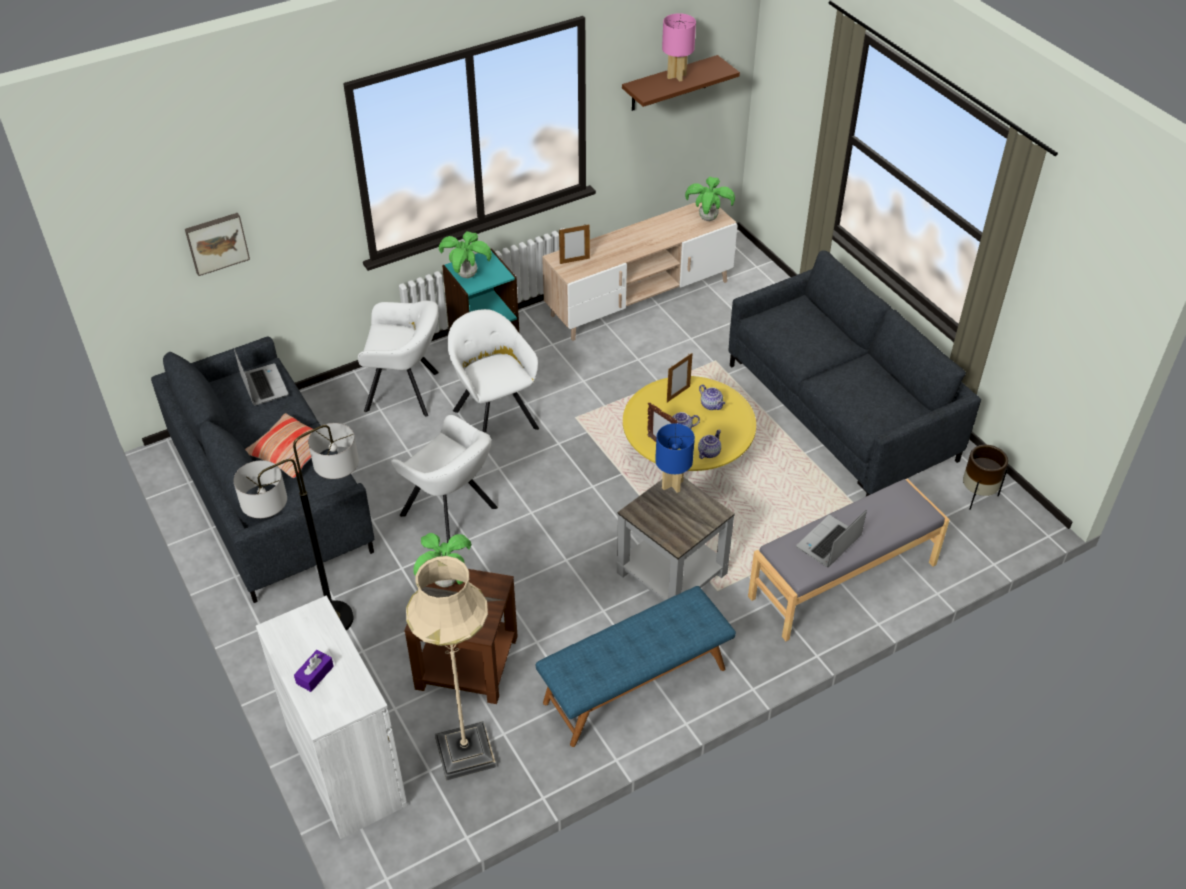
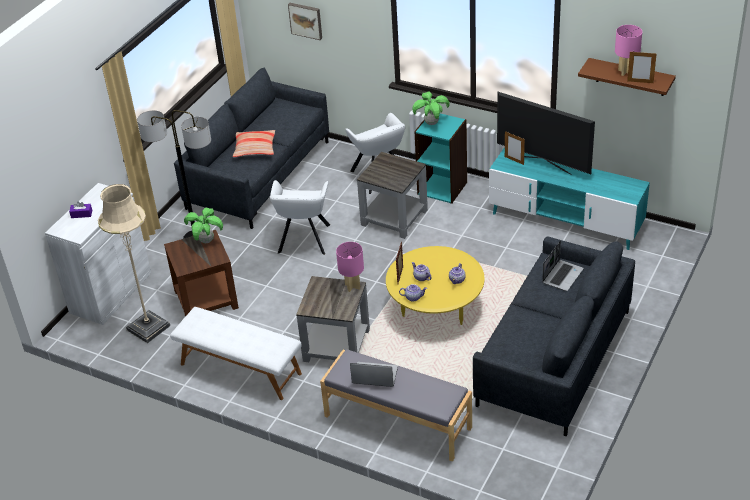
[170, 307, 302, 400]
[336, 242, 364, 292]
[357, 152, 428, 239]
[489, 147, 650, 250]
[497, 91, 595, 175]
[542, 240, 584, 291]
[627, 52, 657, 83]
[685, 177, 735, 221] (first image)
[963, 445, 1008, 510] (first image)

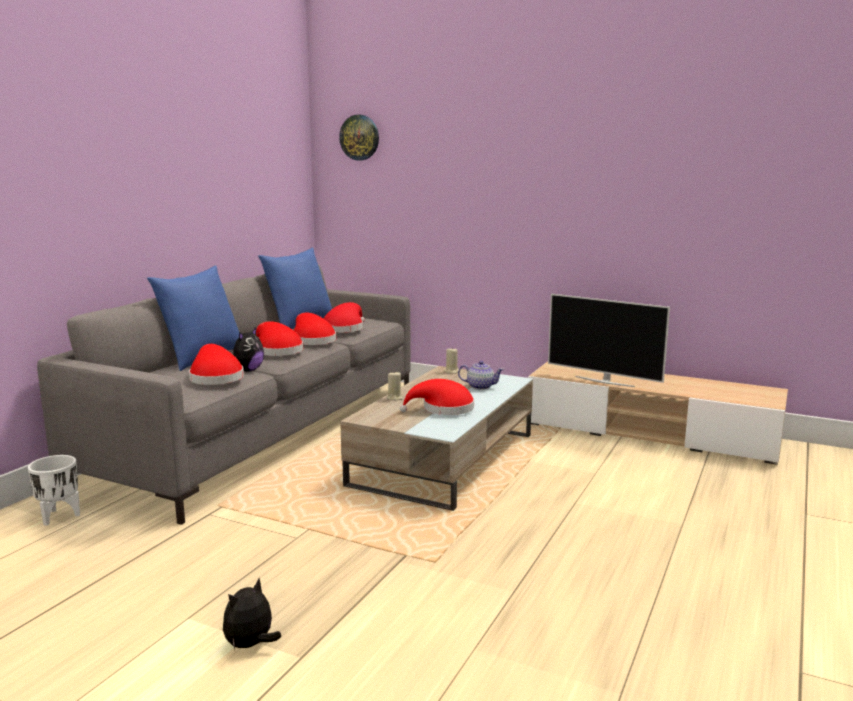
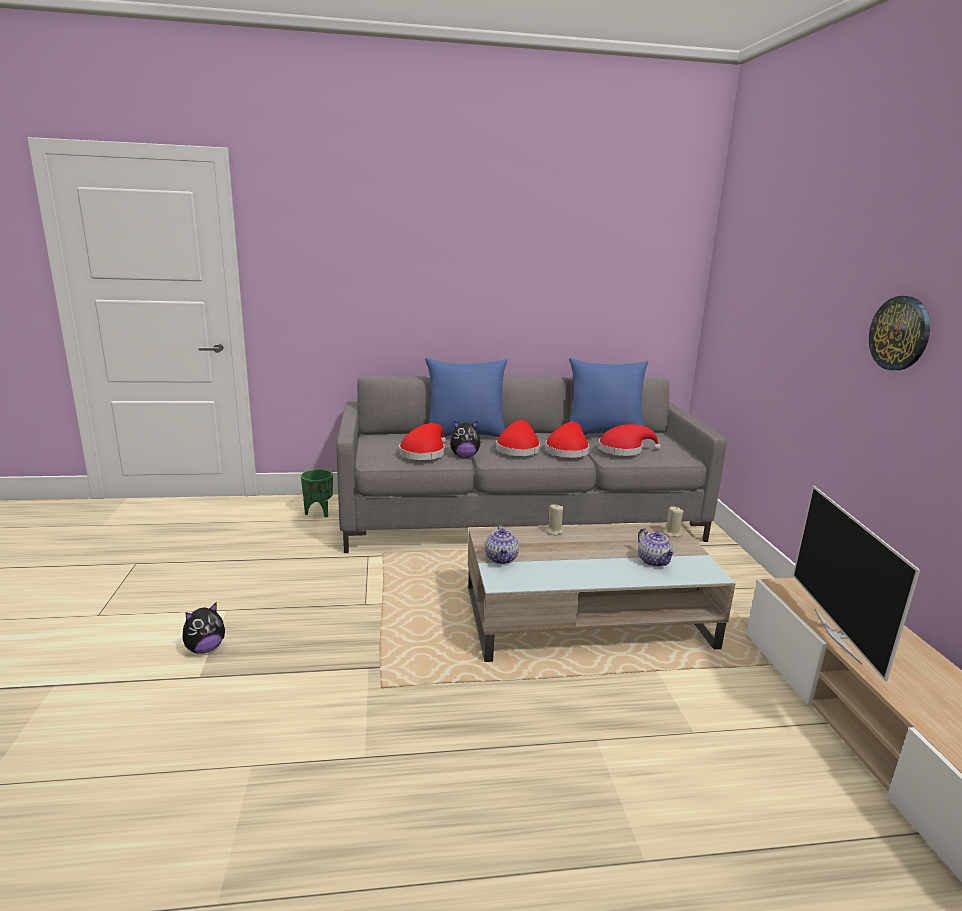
[183, 602, 225, 653]
[301, 469, 333, 518]
[485, 525, 519, 564]
[869, 296, 930, 370]
[400, 379, 474, 415] (first image)

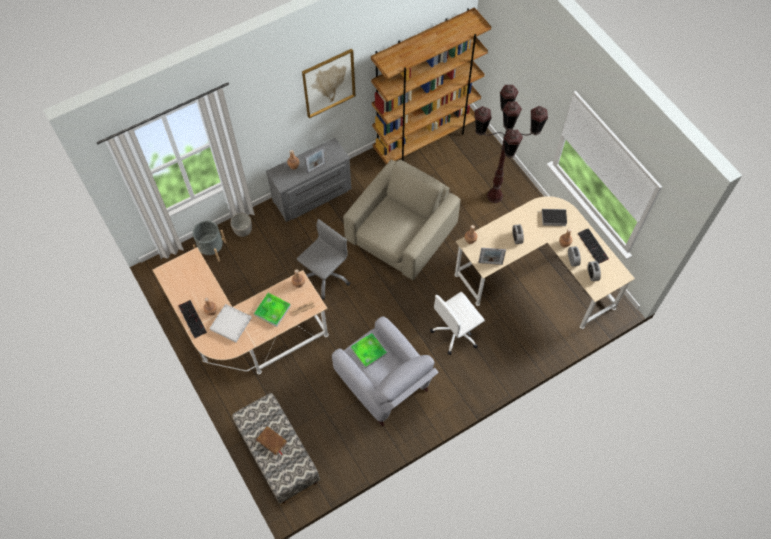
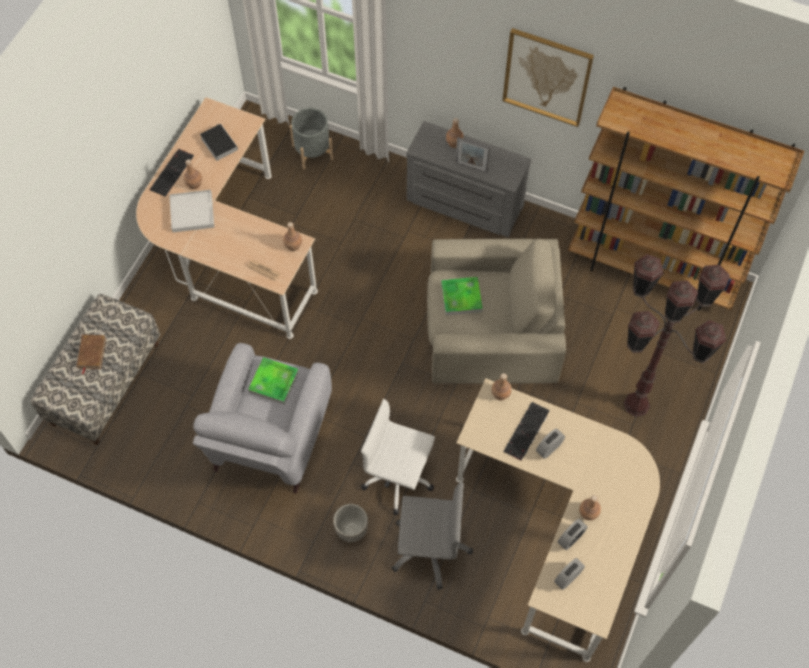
[200, 124, 238, 161]
[333, 504, 368, 542]
[392, 482, 473, 590]
[441, 277, 483, 315]
[503, 402, 550, 461]
[479, 248, 506, 265] (first image)

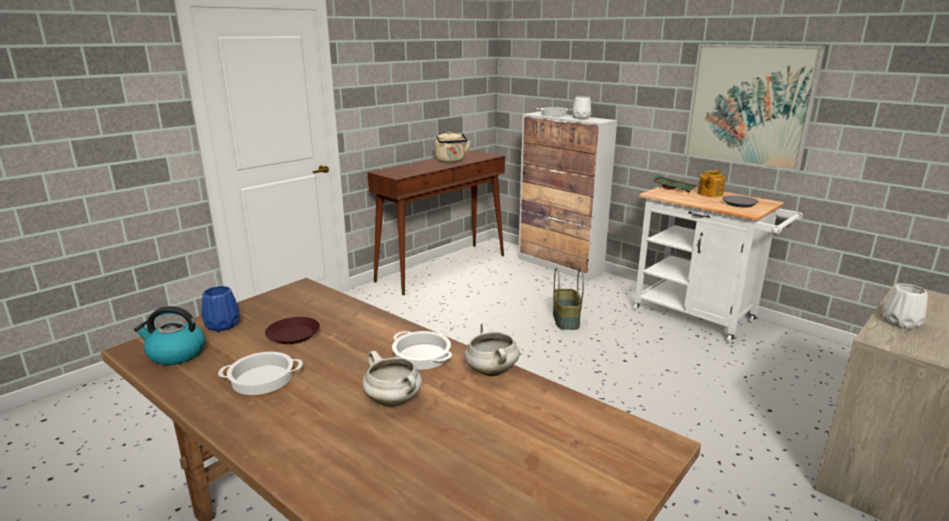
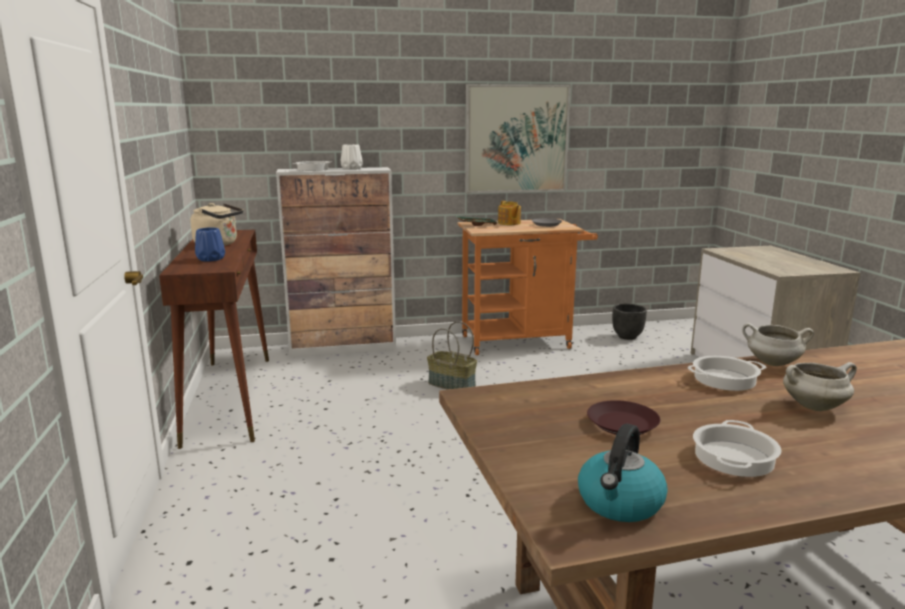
[195, 227, 225, 262]
[458, 219, 598, 355]
[612, 304, 647, 340]
[882, 284, 928, 329] (first image)

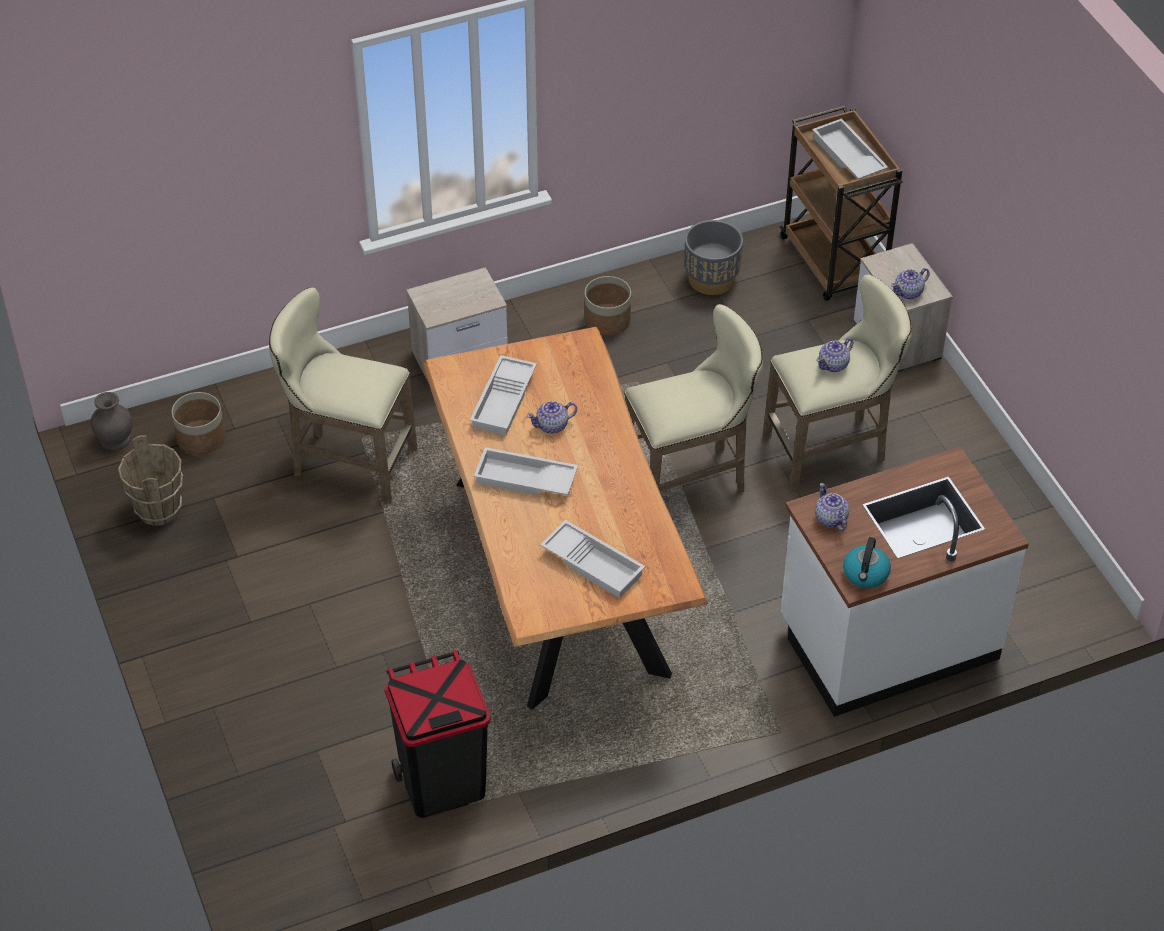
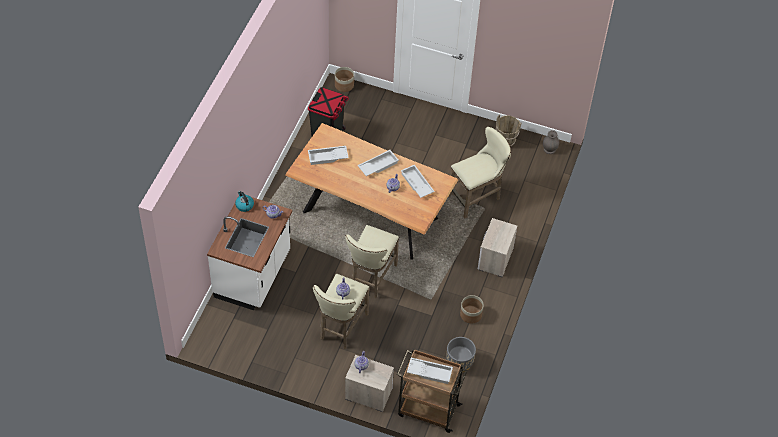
[335, 67, 354, 92]

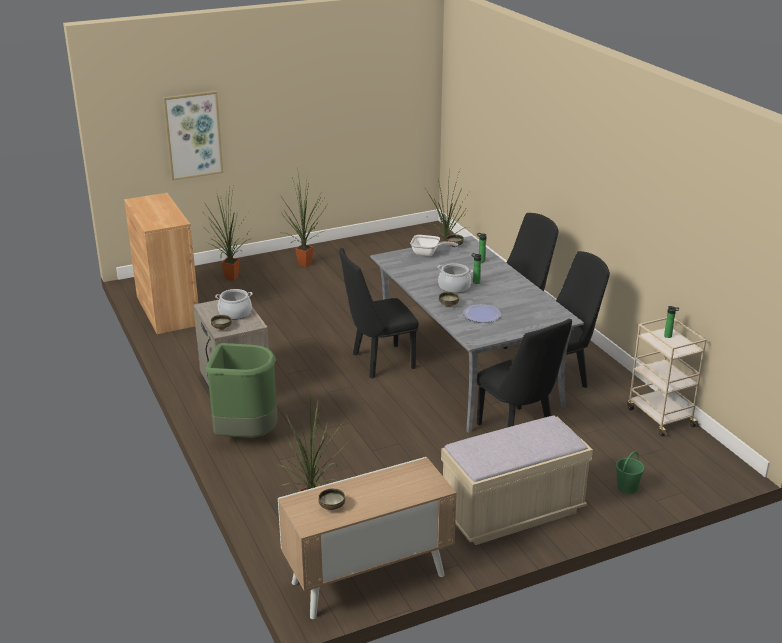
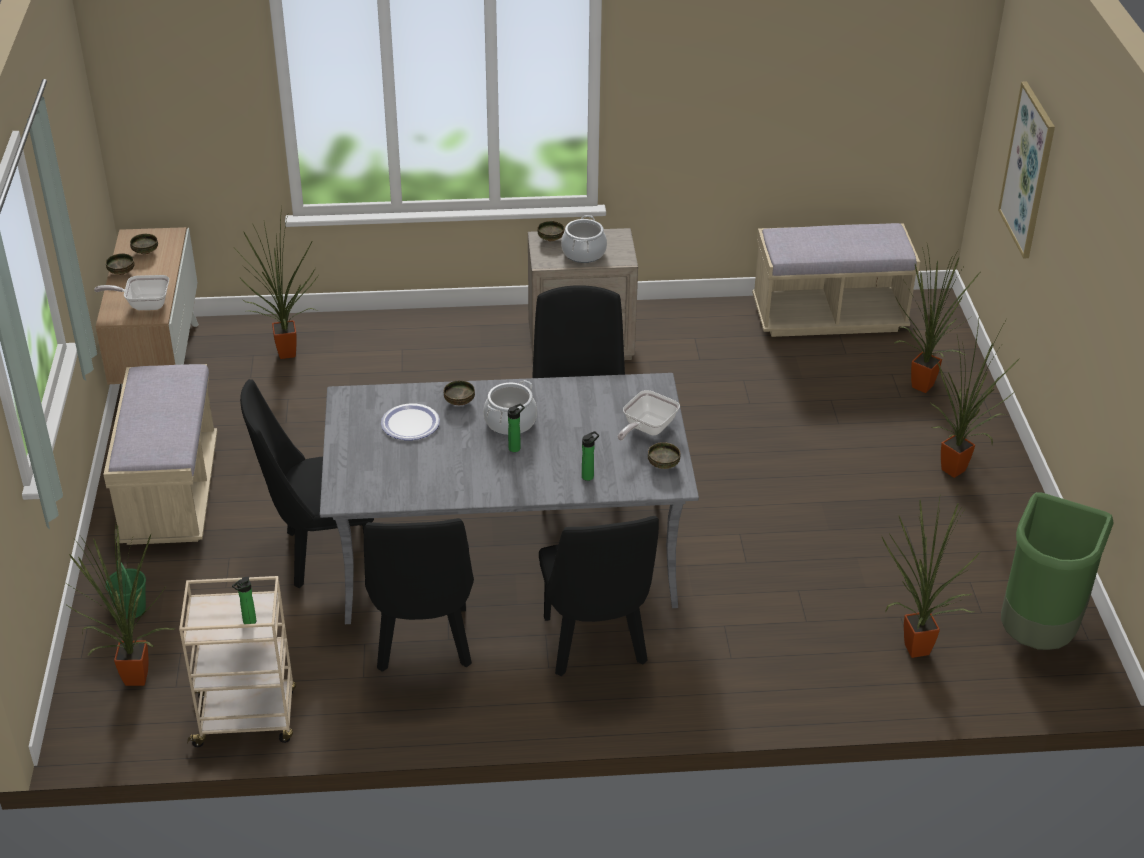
[67, 521, 176, 686]
[94, 275, 169, 310]
[106, 254, 134, 275]
[752, 223, 920, 337]
[1001, 492, 1114, 650]

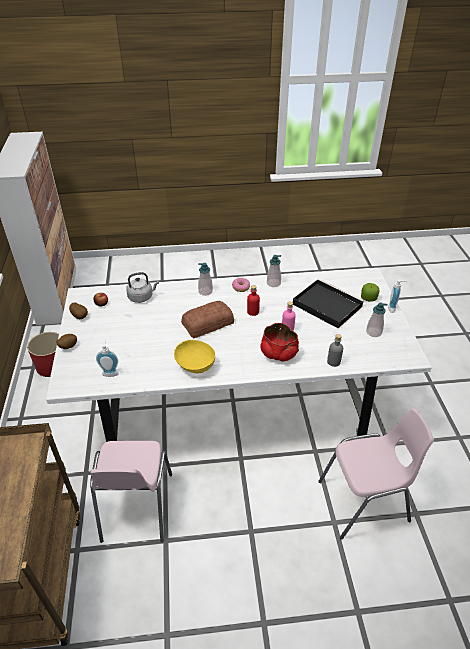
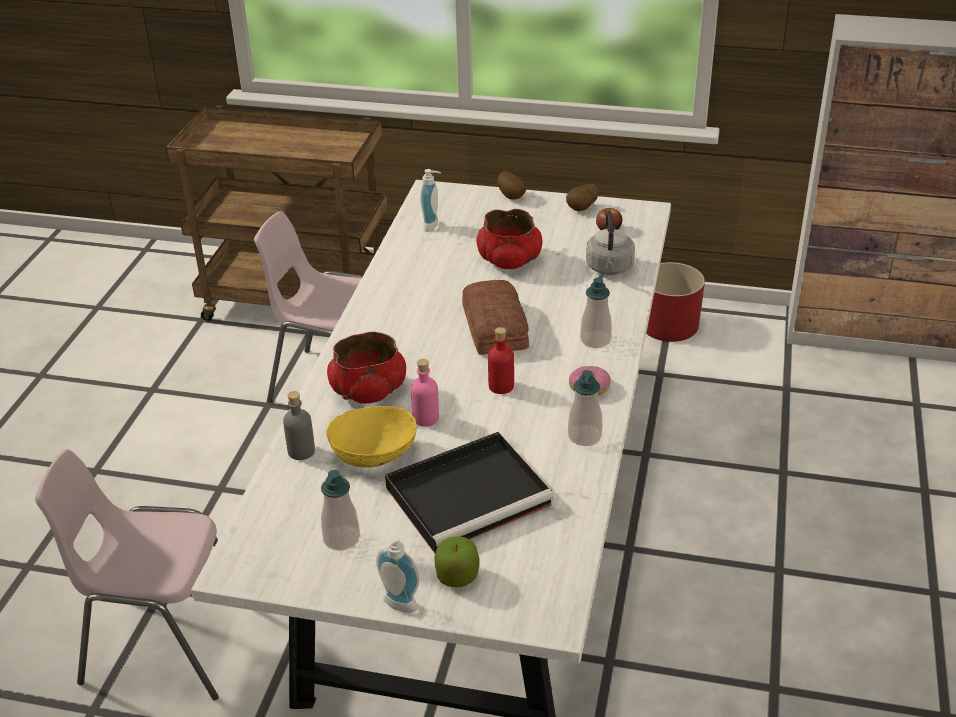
[35, 449, 219, 701]
[326, 406, 417, 467]
[477, 209, 542, 269]

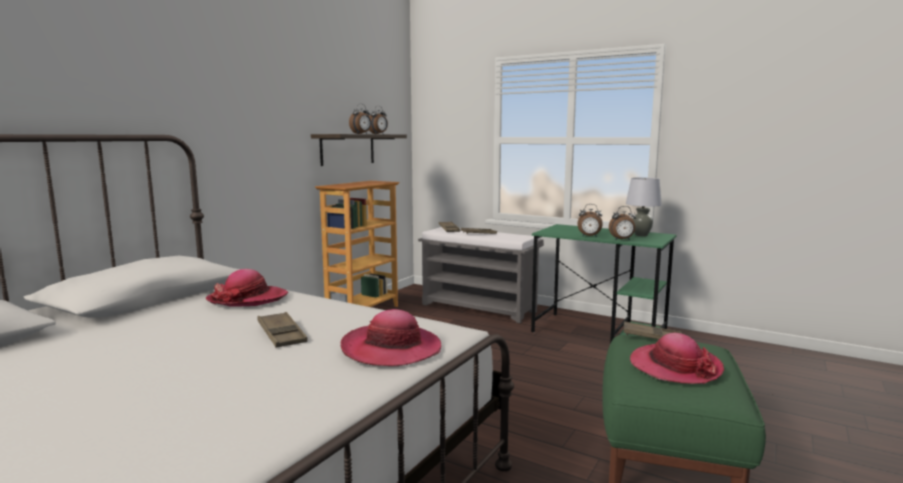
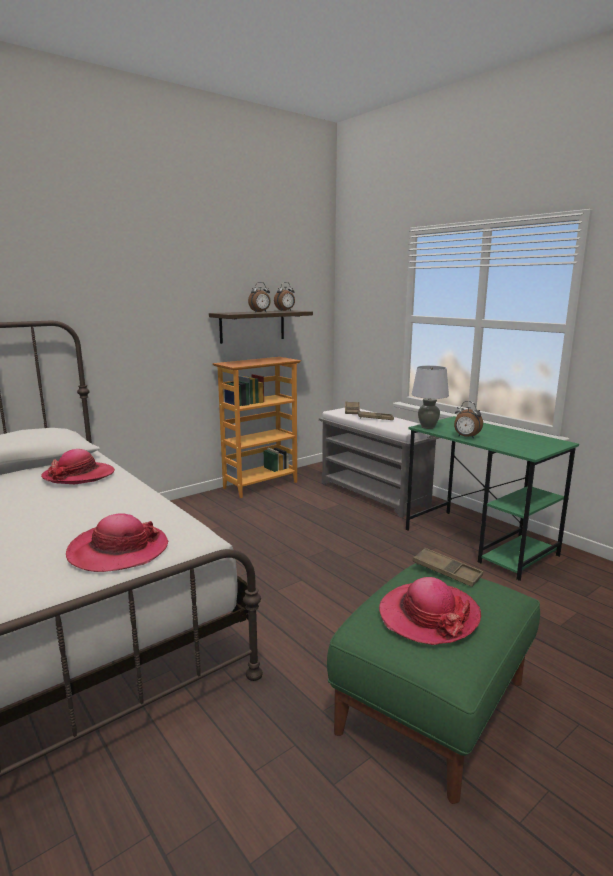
[412, 366, 449, 429]
[257, 312, 307, 348] (first image)
[609, 206, 636, 240] (first image)

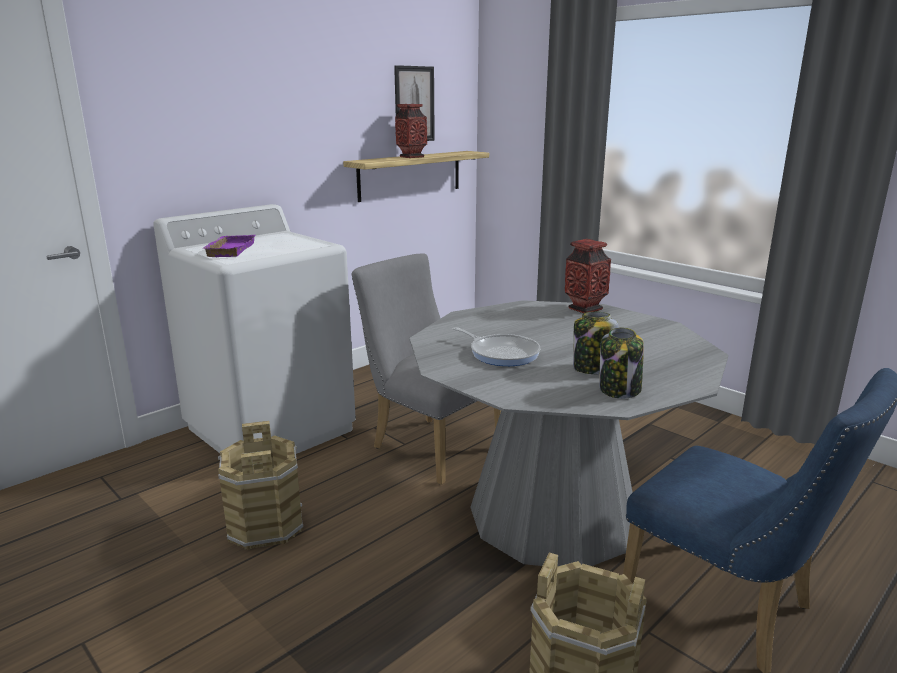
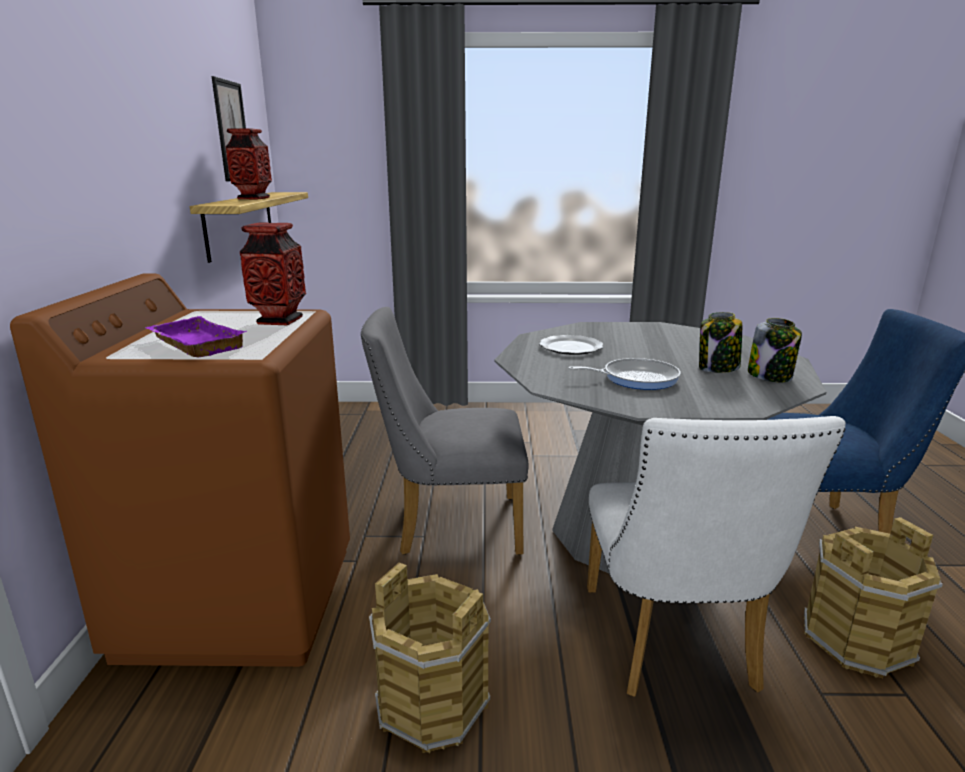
[10, 273, 350, 667]
[240, 223, 306, 325]
[539, 335, 603, 355]
[587, 416, 846, 697]

